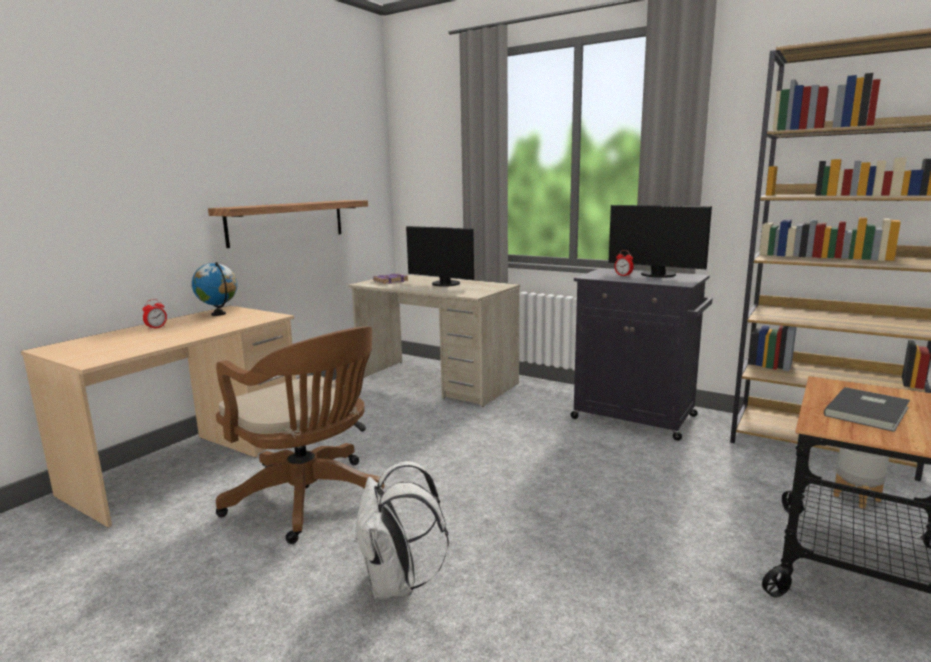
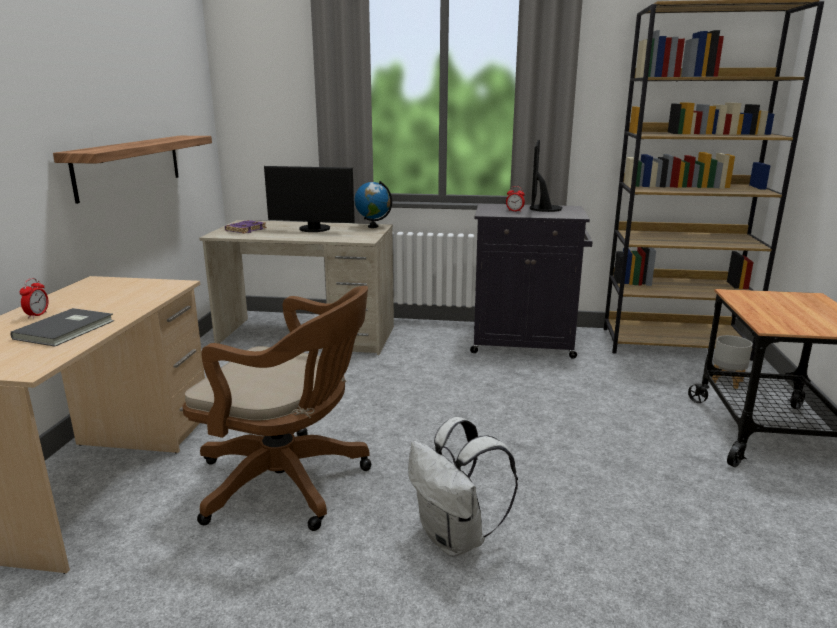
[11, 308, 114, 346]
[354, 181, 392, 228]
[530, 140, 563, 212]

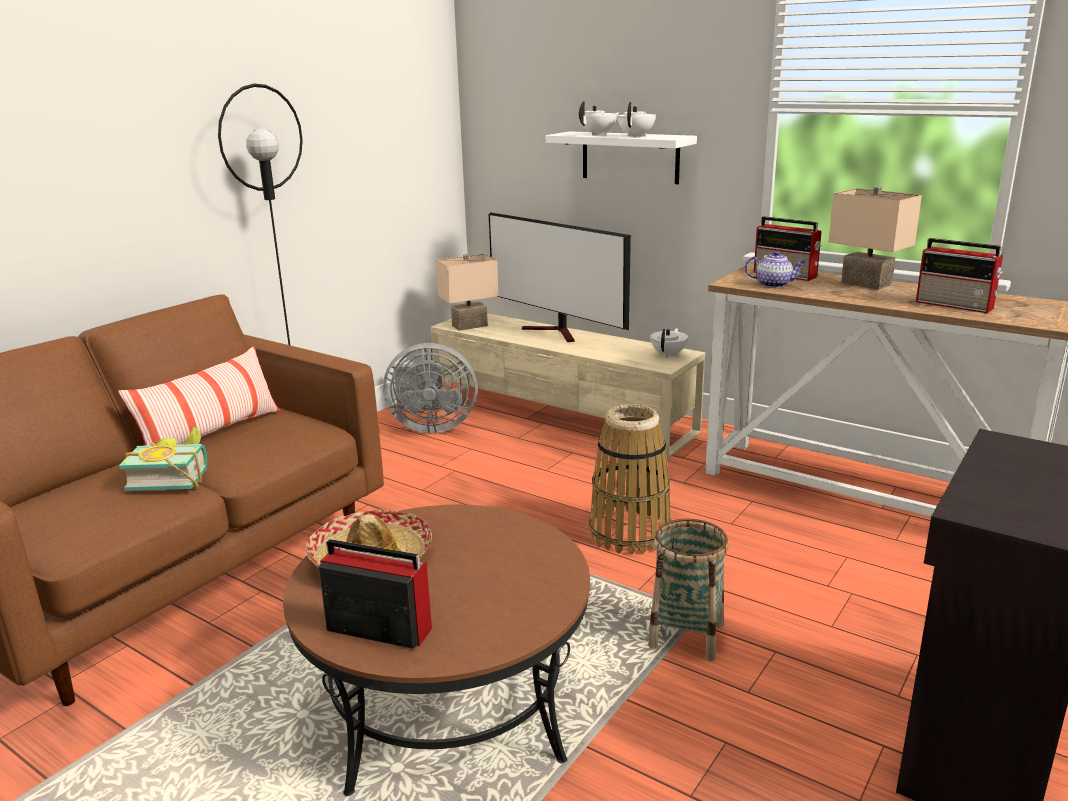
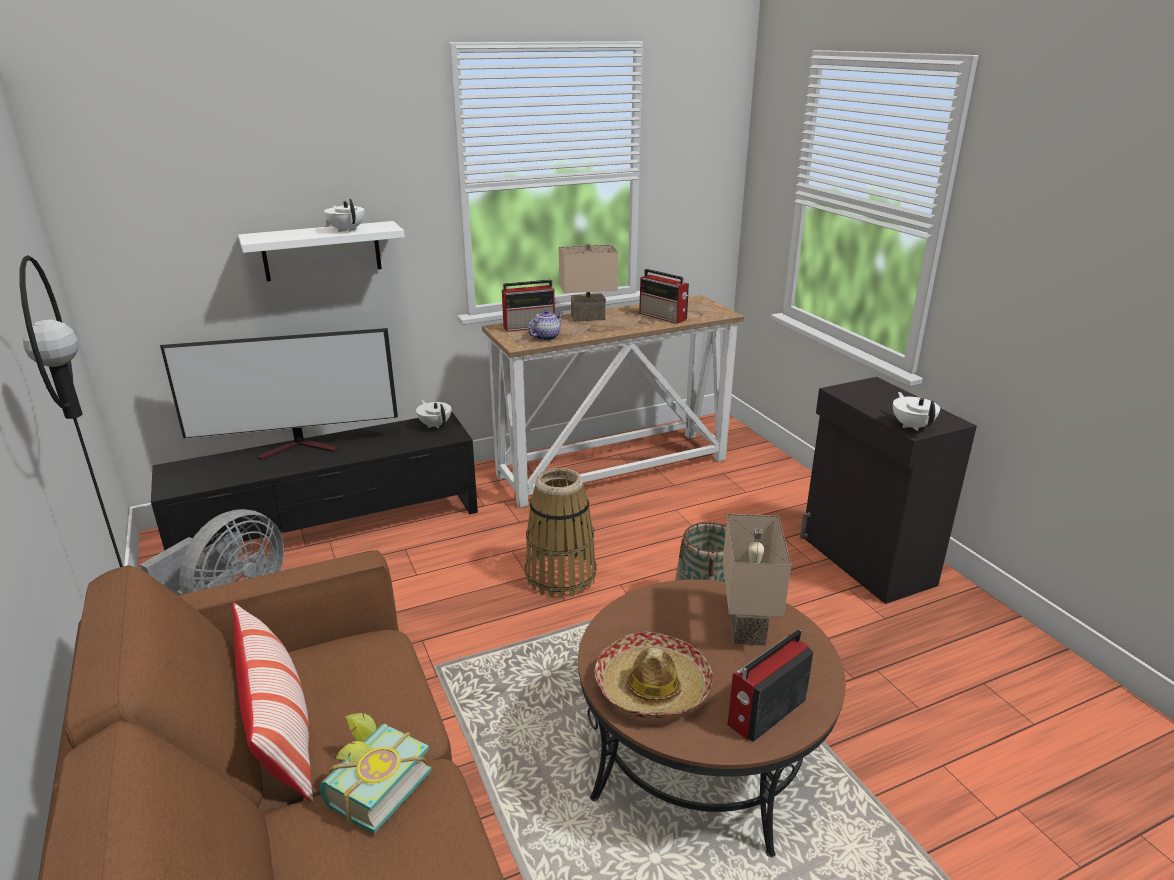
[151, 412, 478, 551]
[639, 269, 689, 324]
[723, 514, 791, 646]
[893, 392, 940, 431]

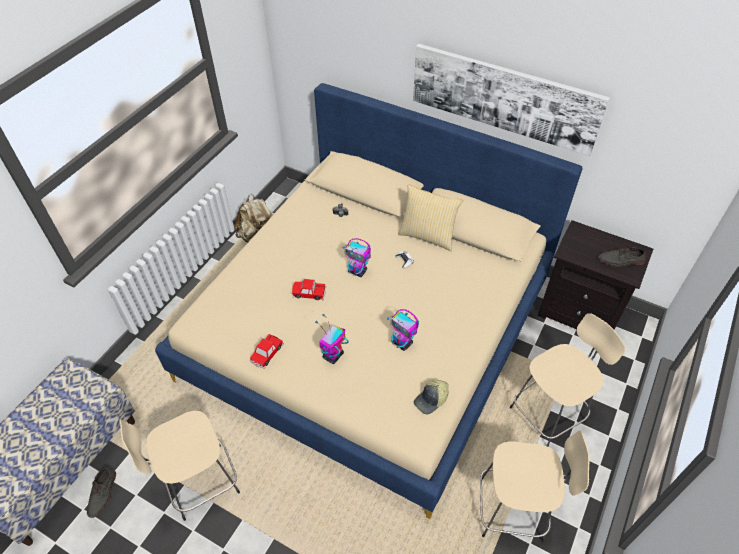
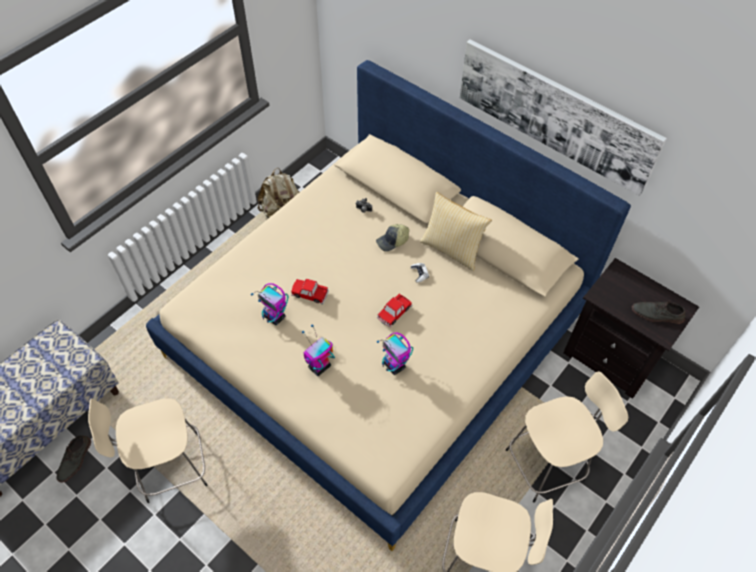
[251, 283, 288, 325]
[376, 224, 409, 252]
[377, 294, 413, 328]

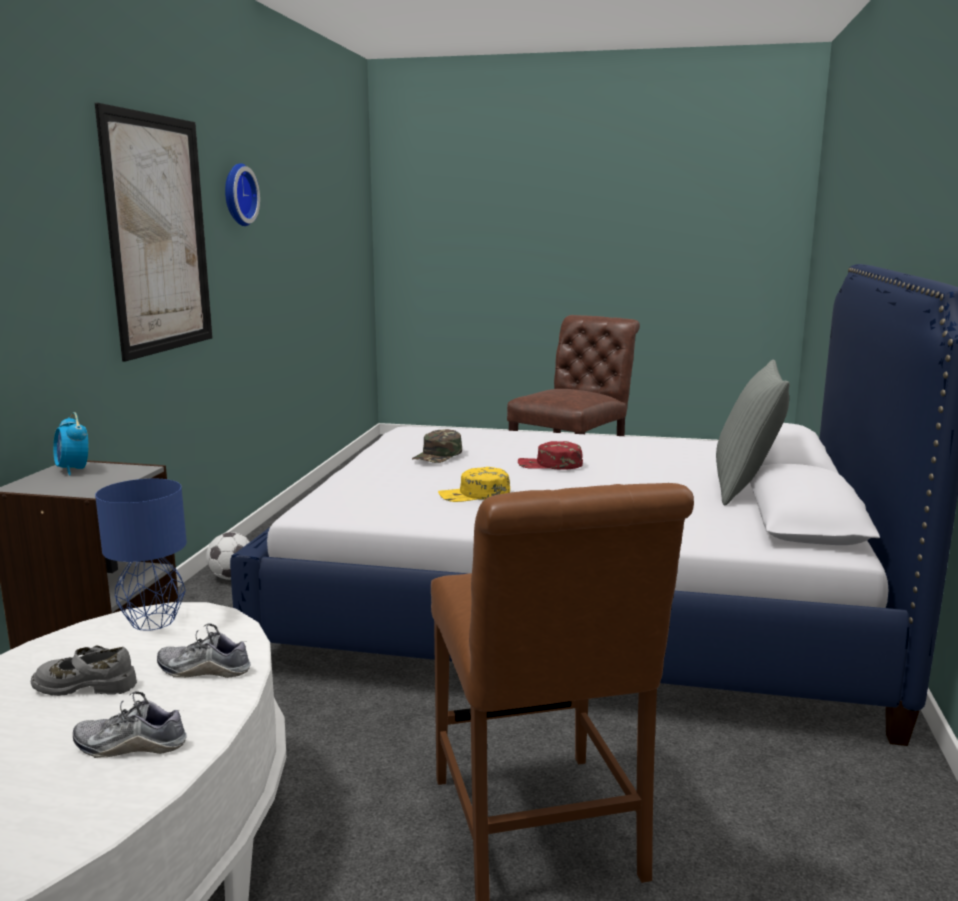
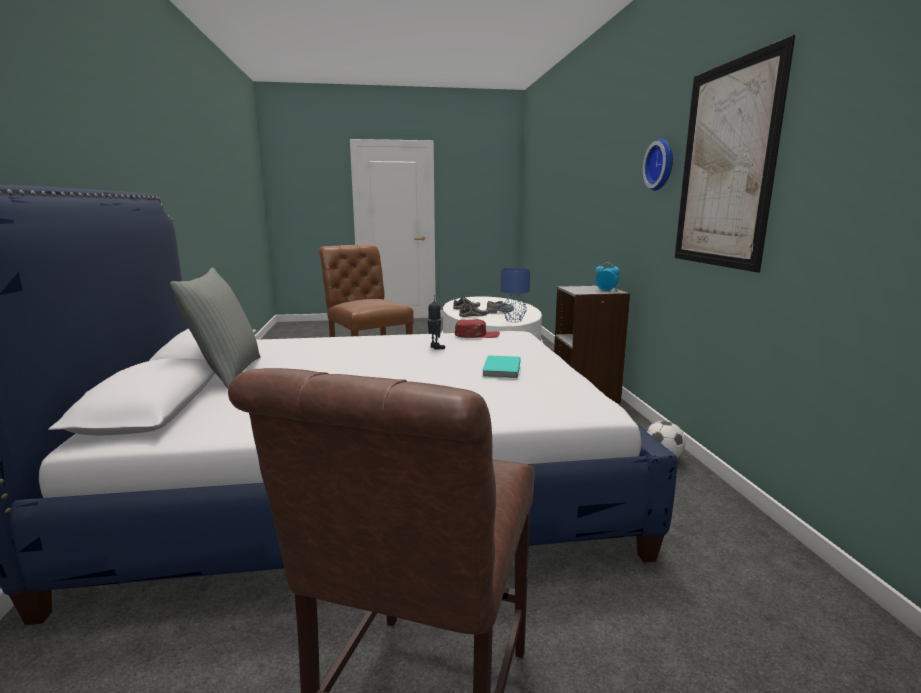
[428, 295, 445, 349]
[455, 319, 500, 338]
[482, 355, 521, 378]
[643, 139, 673, 191]

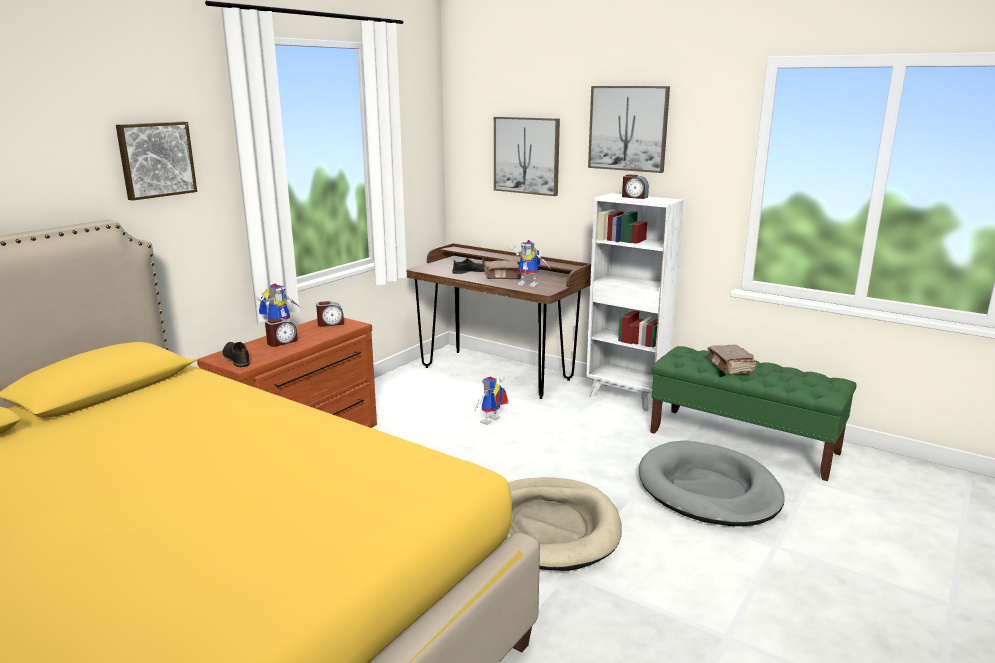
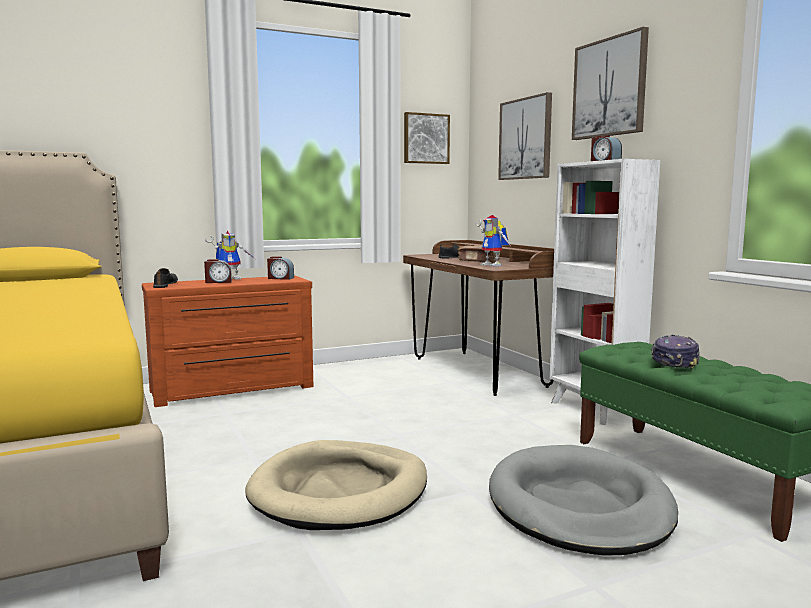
[404, 112, 450, 164]
[651, 335, 700, 369]
[474, 376, 508, 425] (first image)

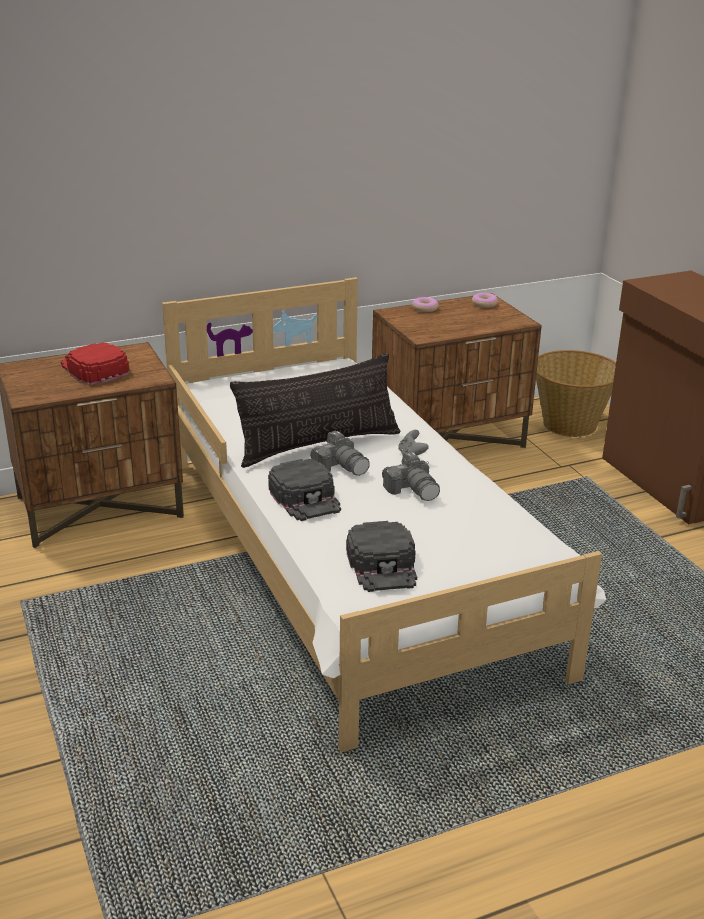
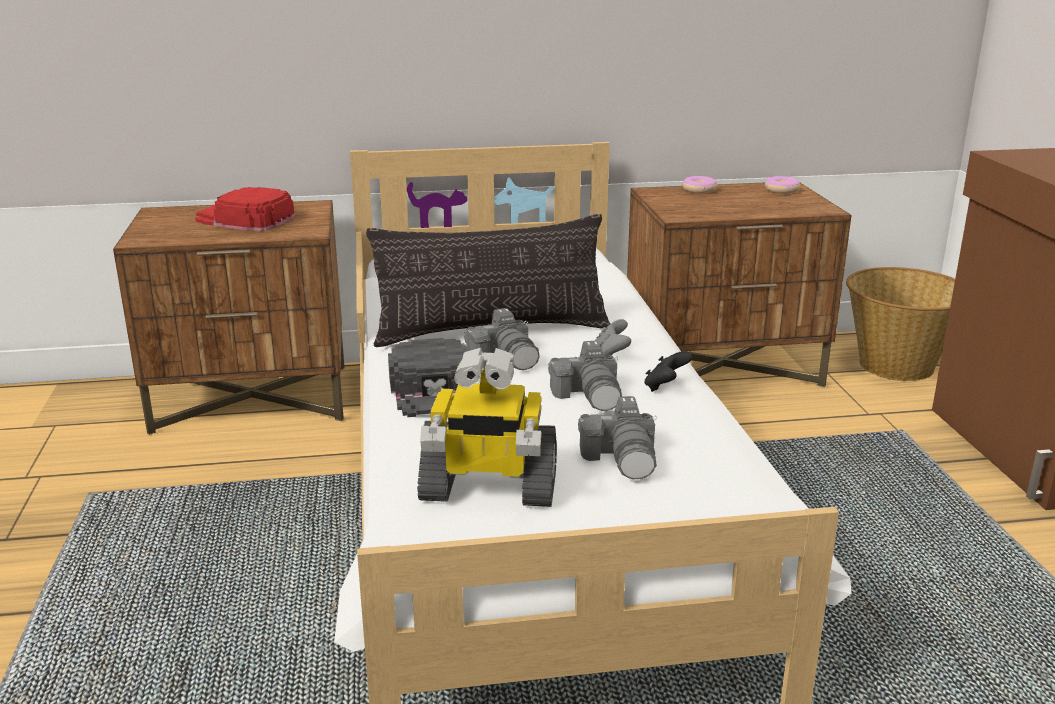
[195, 187, 294, 231]
[417, 348, 557, 507]
[578, 396, 657, 480]
[644, 351, 692, 392]

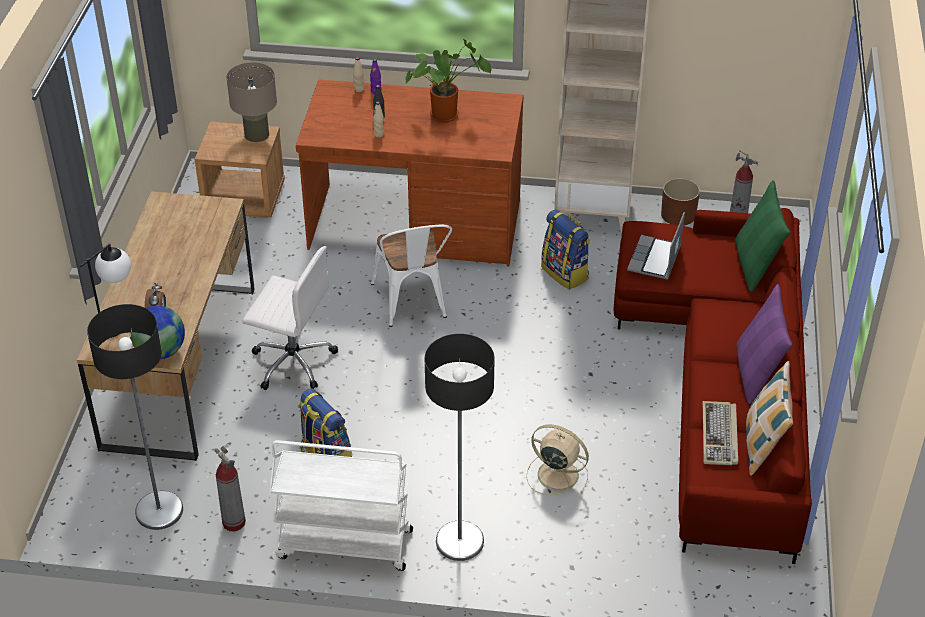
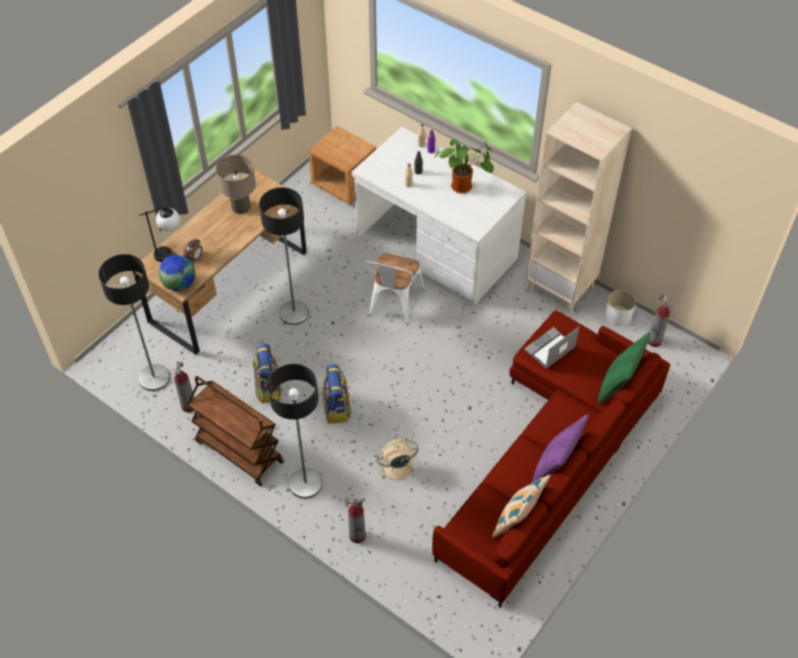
[187, 376, 284, 486]
[216, 155, 256, 214]
[259, 187, 309, 325]
[322, 364, 351, 424]
[345, 498, 366, 543]
[352, 127, 526, 305]
[375, 440, 421, 487]
[605, 290, 636, 326]
[702, 401, 738, 465] (first image)

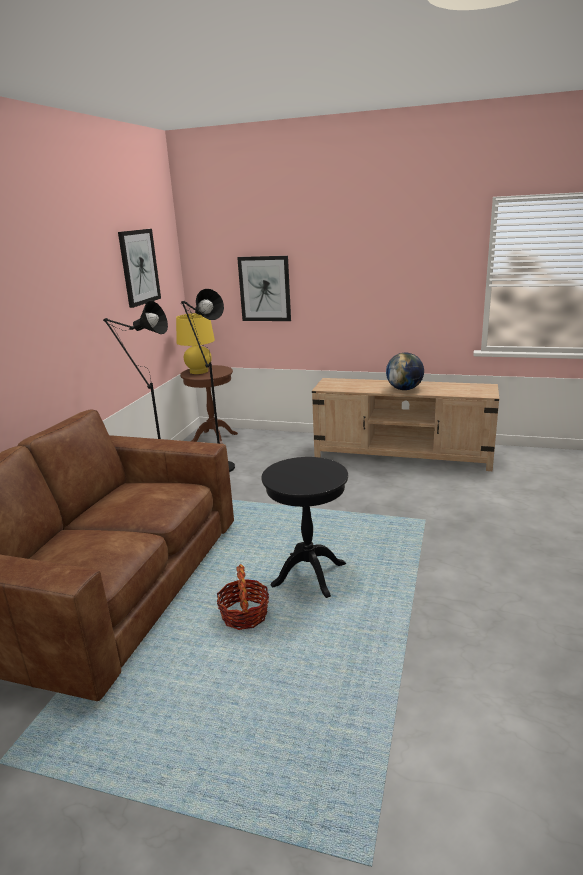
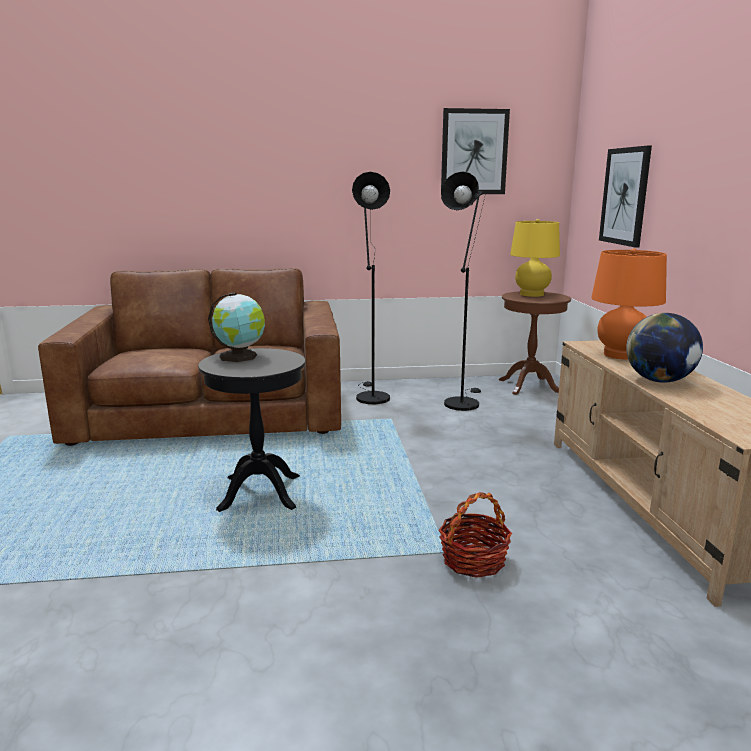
[208, 292, 265, 362]
[439, 492, 512, 578]
[591, 248, 667, 360]

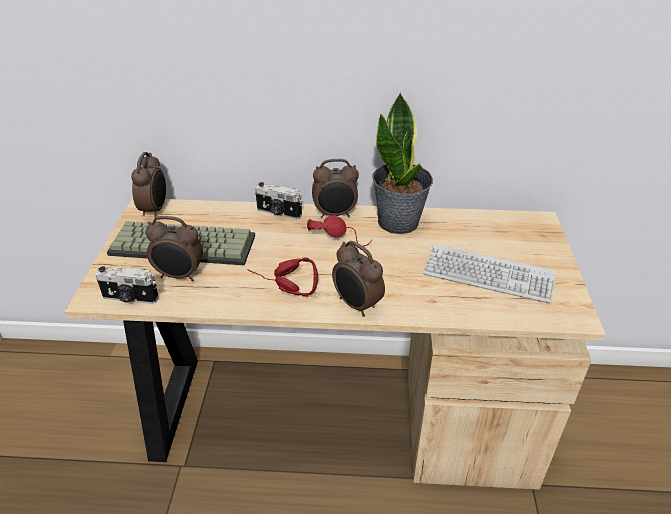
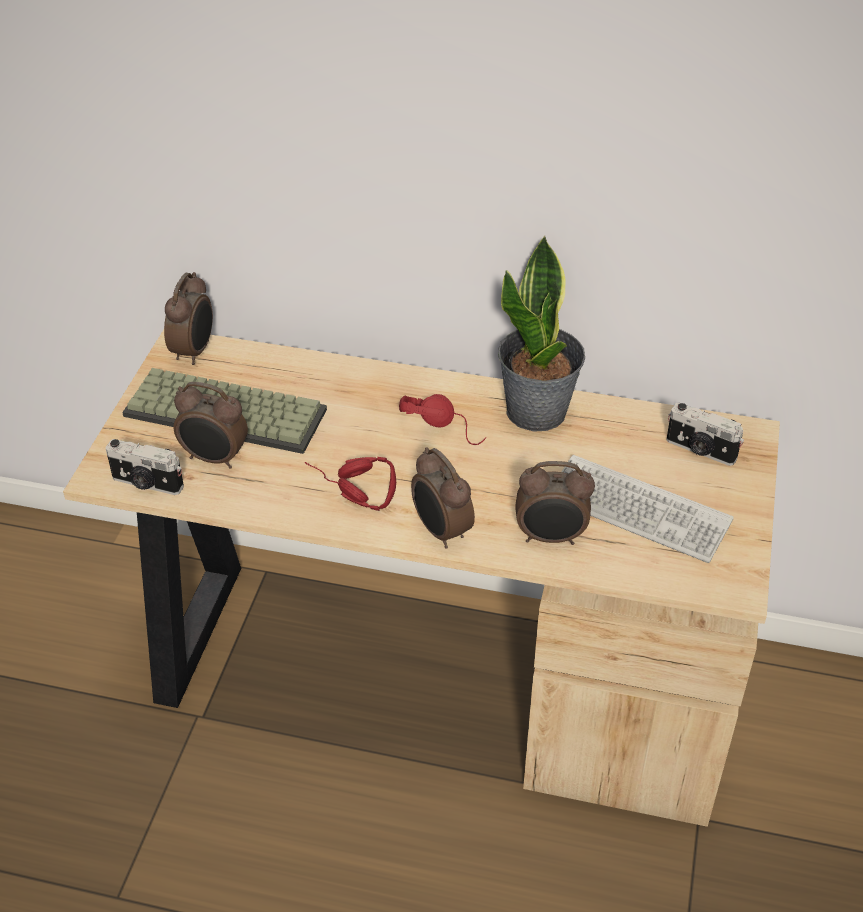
[516, 461, 595, 545]
[666, 403, 744, 466]

